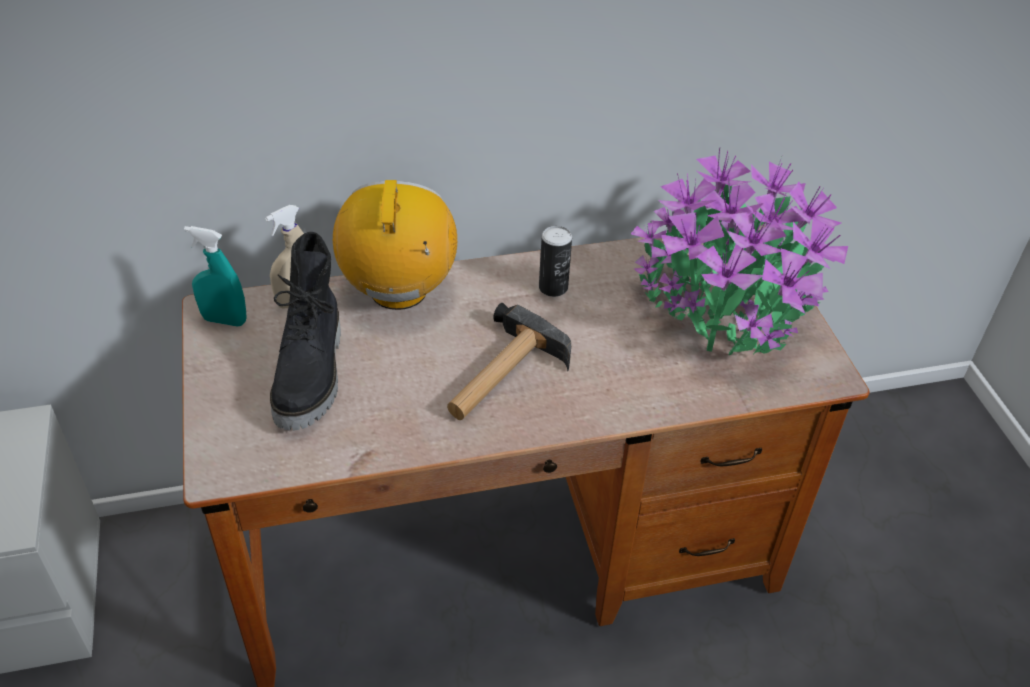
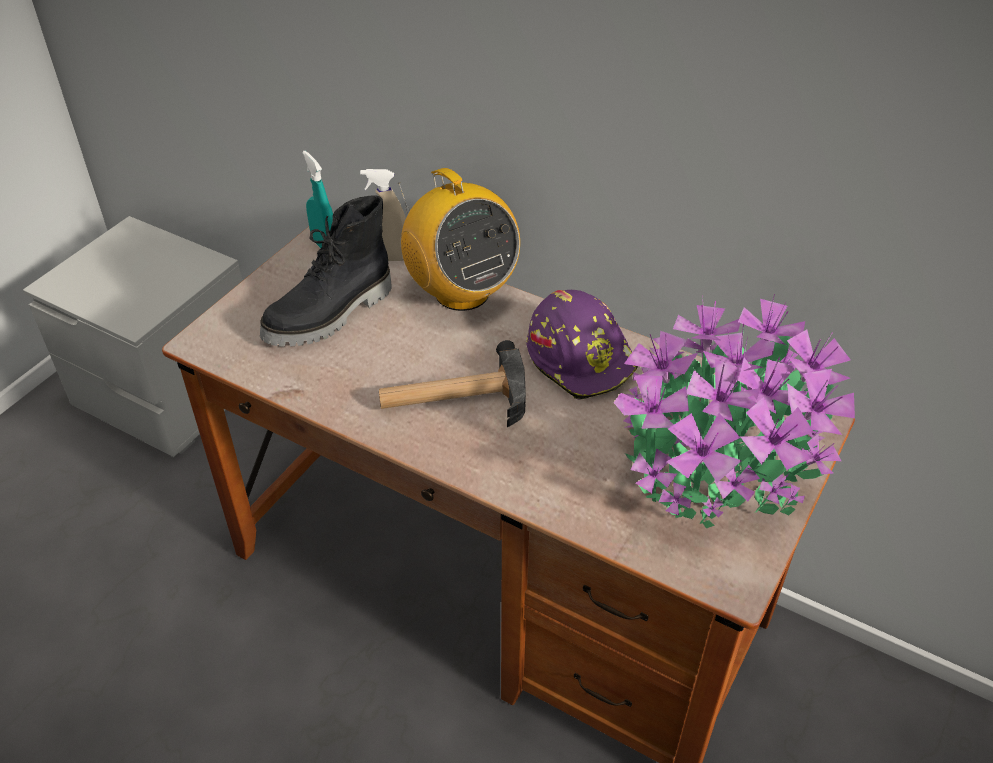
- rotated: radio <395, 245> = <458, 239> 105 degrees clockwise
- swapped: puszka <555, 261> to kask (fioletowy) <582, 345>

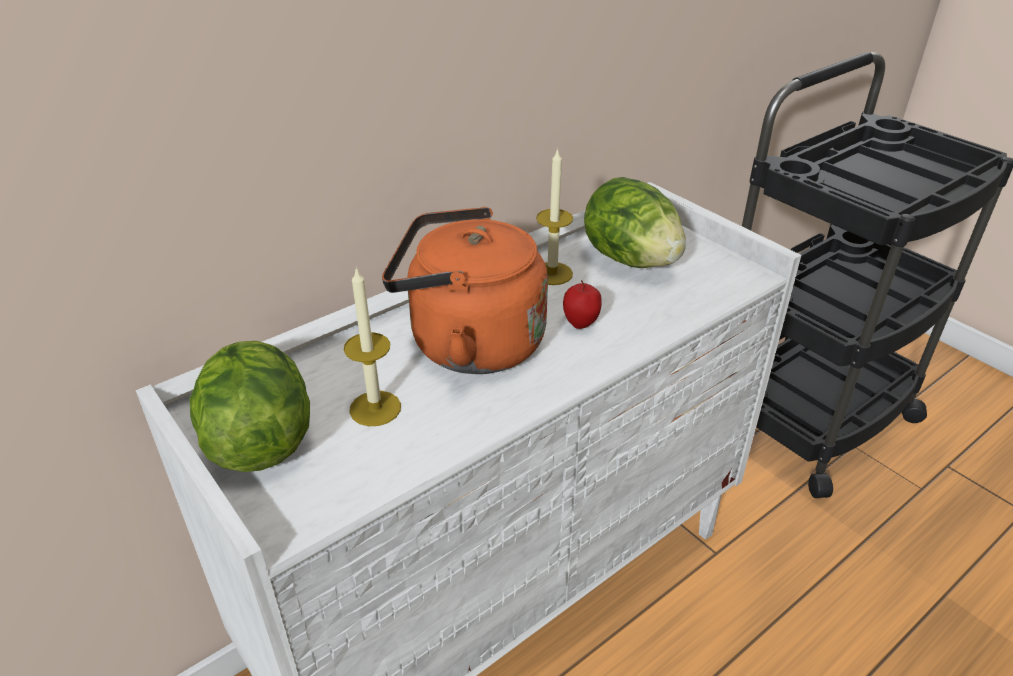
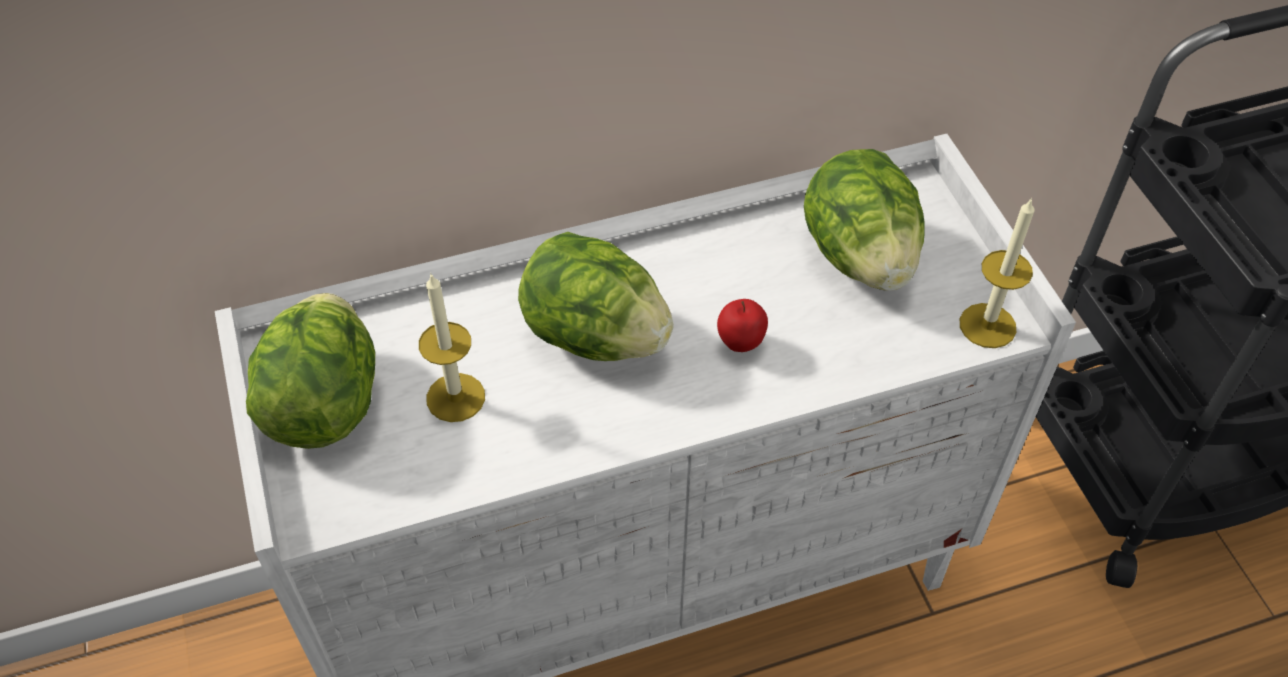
- shifted: świeca <554, 216> to <997, 273>
- swapped: czajnik (pomarańczowy) <465, 290> to sałata <596, 296>

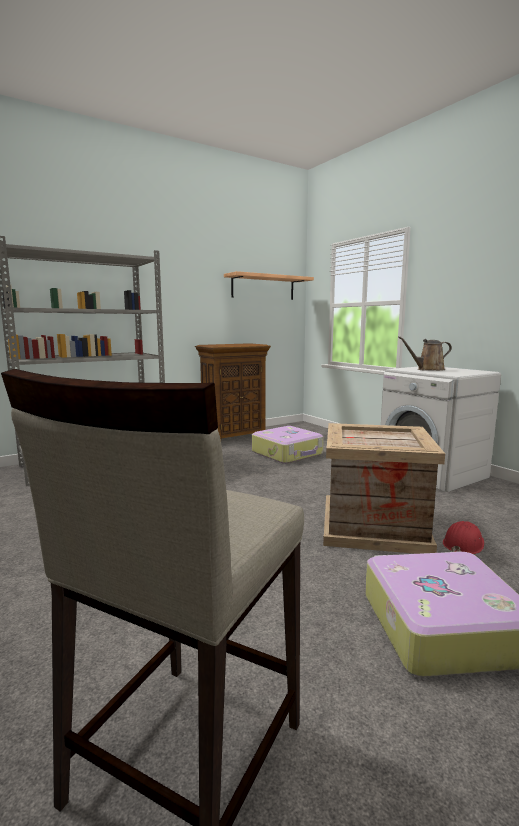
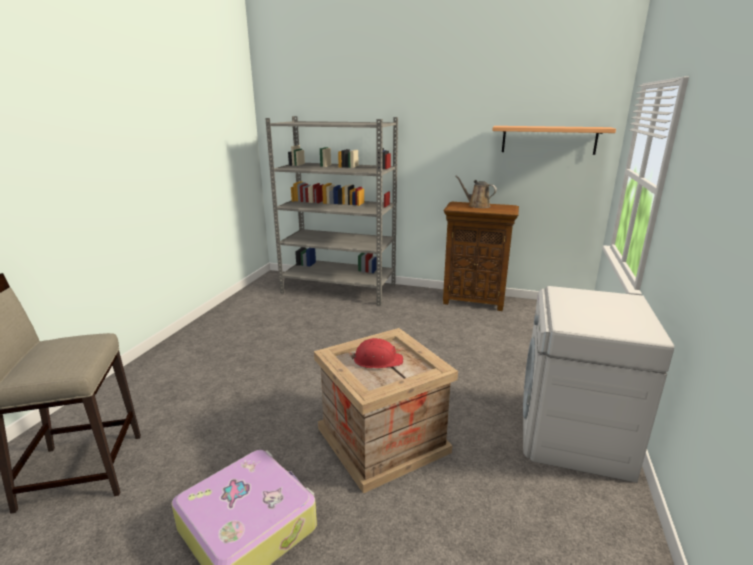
- shifted: konewka (brązowy) <425, 353> to <476, 192>
- gone: walizka <288, 445>
- shifted: kask (czerwony) <463, 537> to <376, 353>

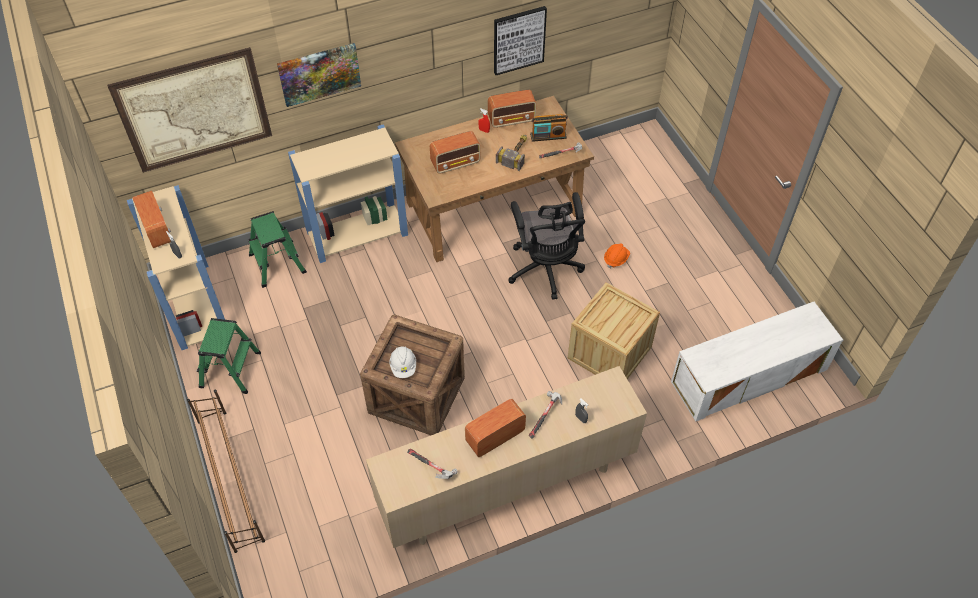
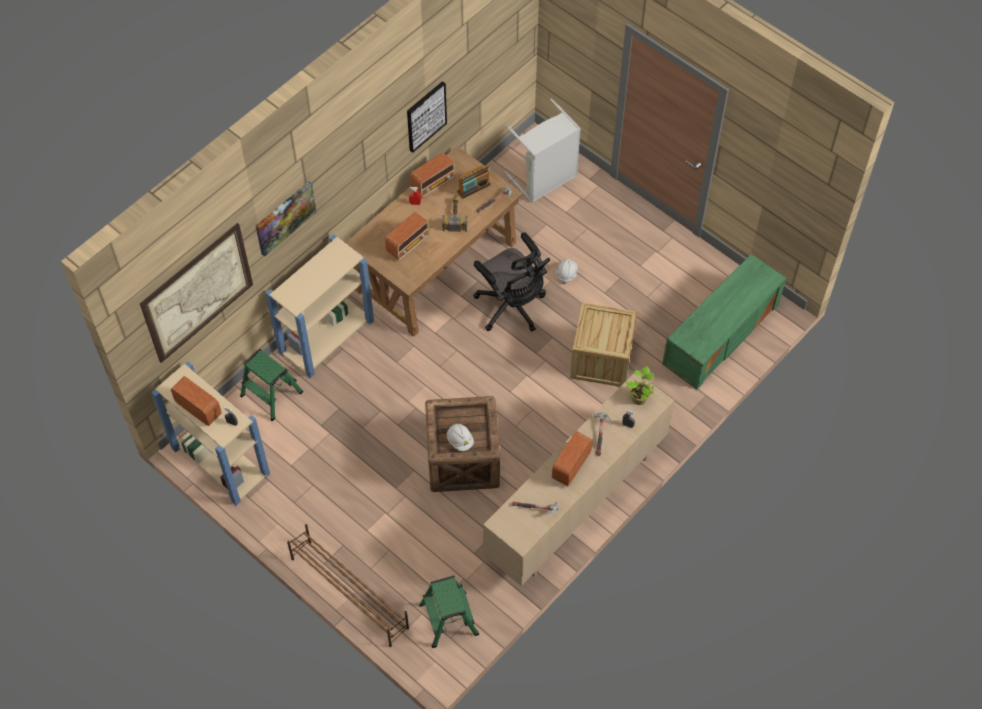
- repainted: kask (pomarańczowy) <617, 256> to kask (biały) <567, 271>
- repainted: ławka (biały) <757, 362> to ławka (zielony) <724, 322>
- shifted: drabinka (zielony) <229, 356> to <449, 612>
- new: kosz na pranie (szary) <543, 151>
- new: roślina doniczkowa <640, 385>

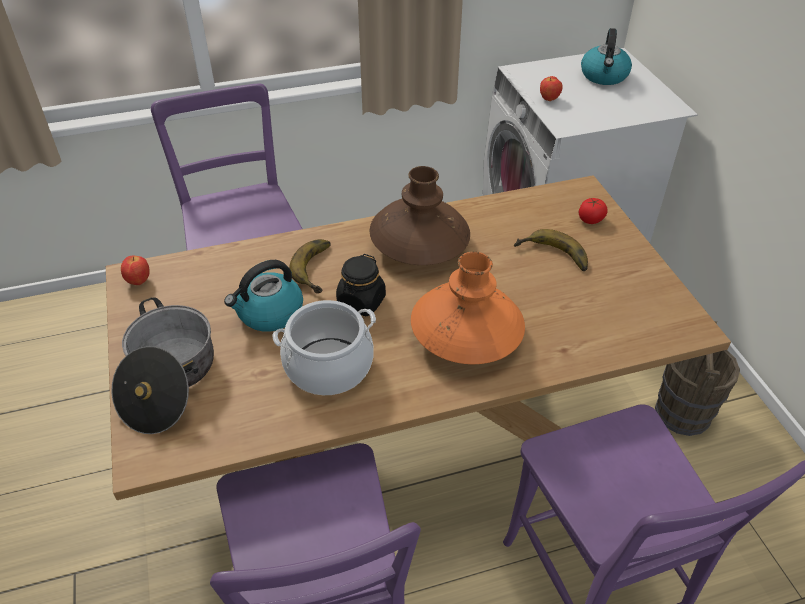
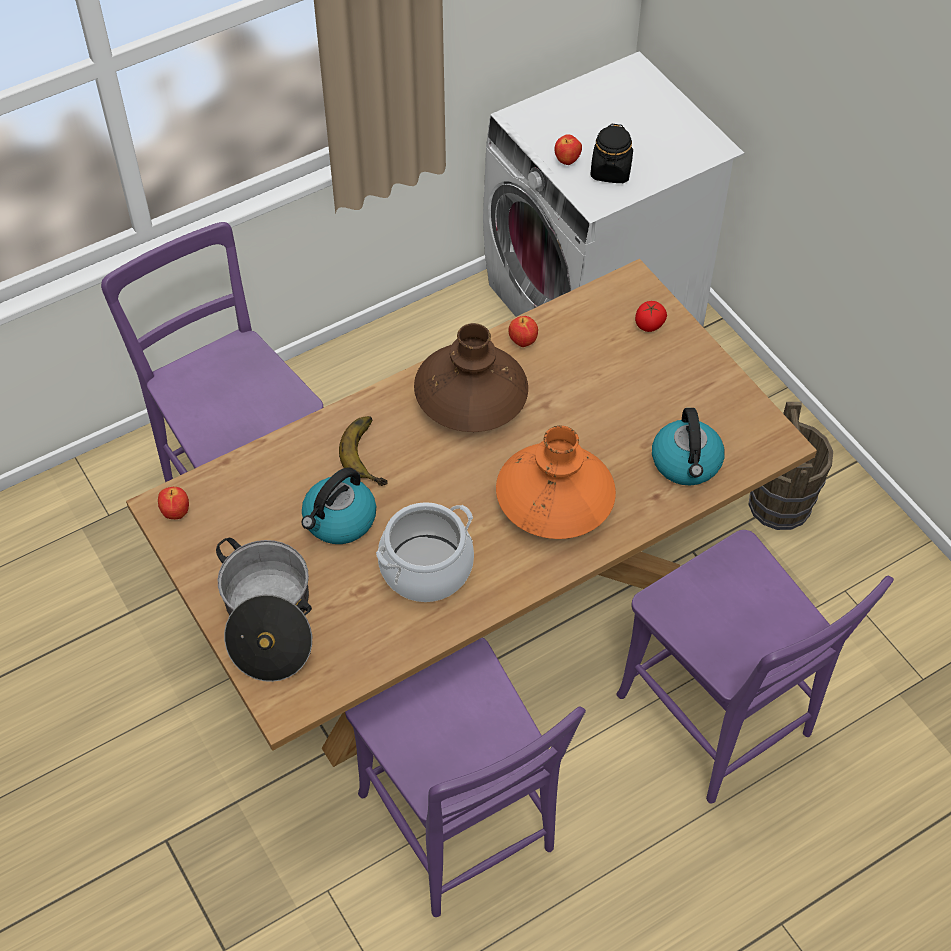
- shifted: czajnik <606, 56> to <688, 447>
- gone: banan <551, 250>
- shifted: słoik (czarny) <361, 285> to <612, 153>
- new: jabłko <523, 331>

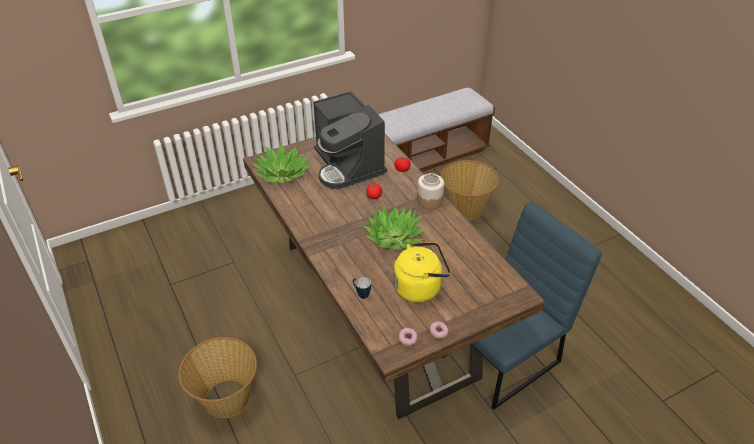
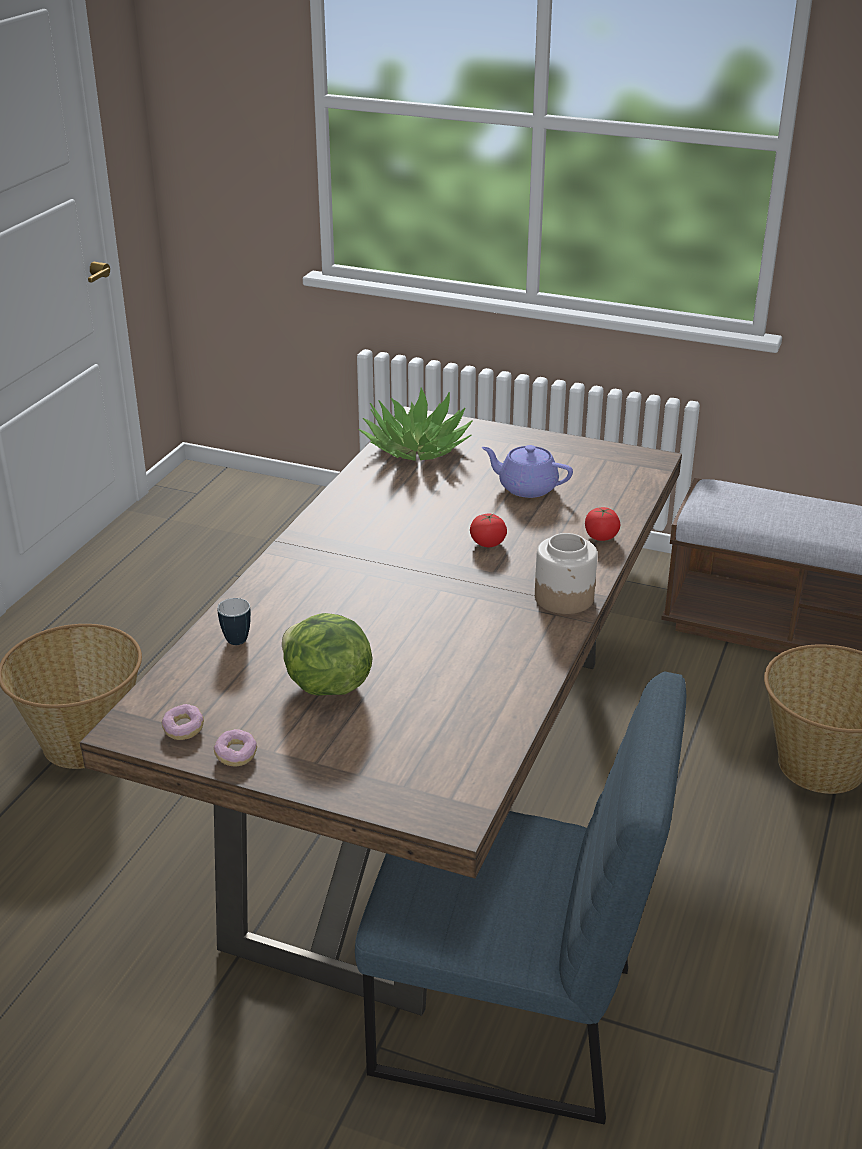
- swapped: ekspres do kawy <350, 140> to imbryk (fioletowy) <527, 471>
- gone: roślina doniczkowa <395, 227>
- swapped: czajnik (żółty) <422, 272> to sałata <327, 654>

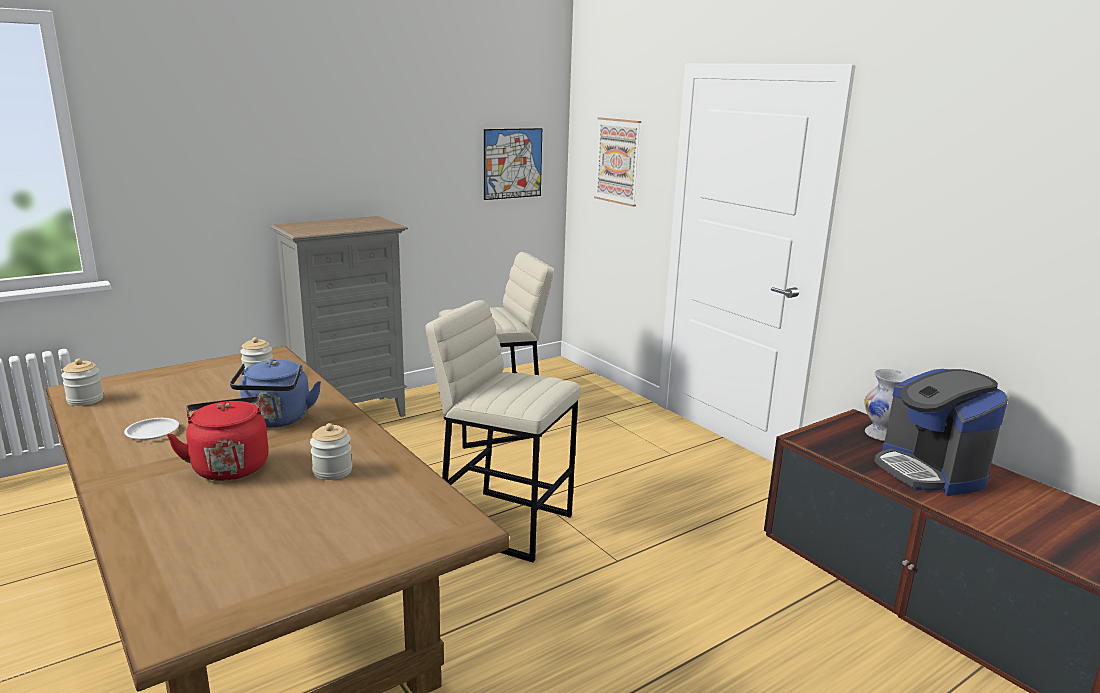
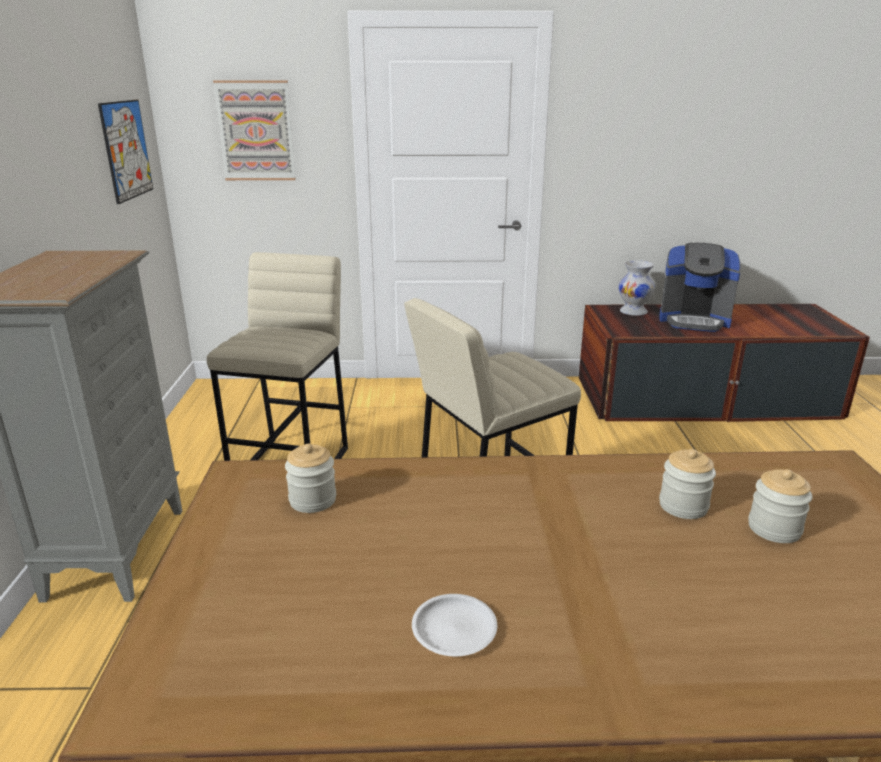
- shifted: słoik <82, 382> to <780, 506>
- gone: czajnik (niebieski) <275, 393>
- gone: czajnik (czerwony) <218, 438>

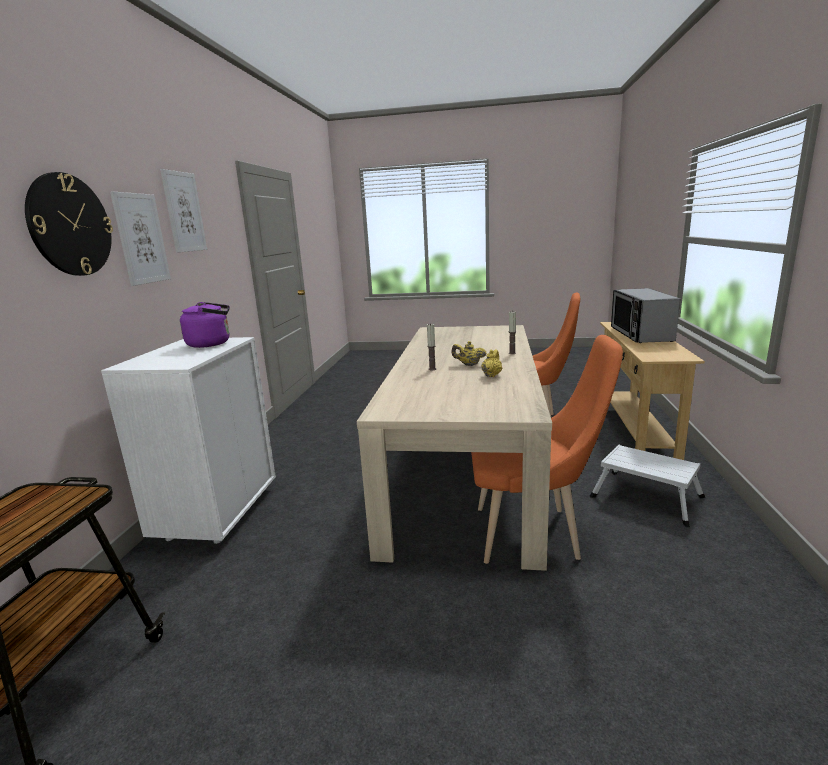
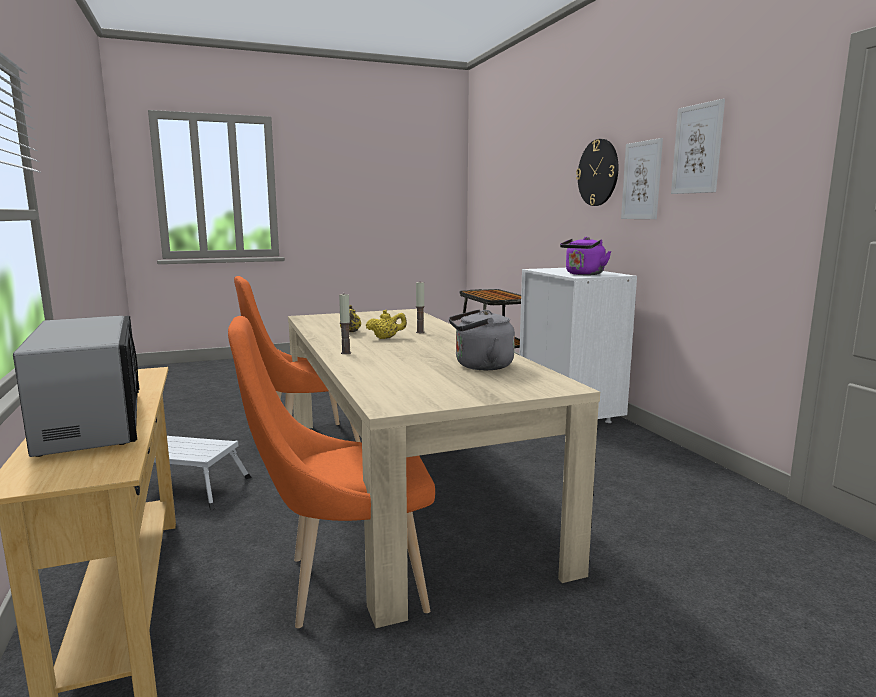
- new: czajnik (szary) <482, 339>

